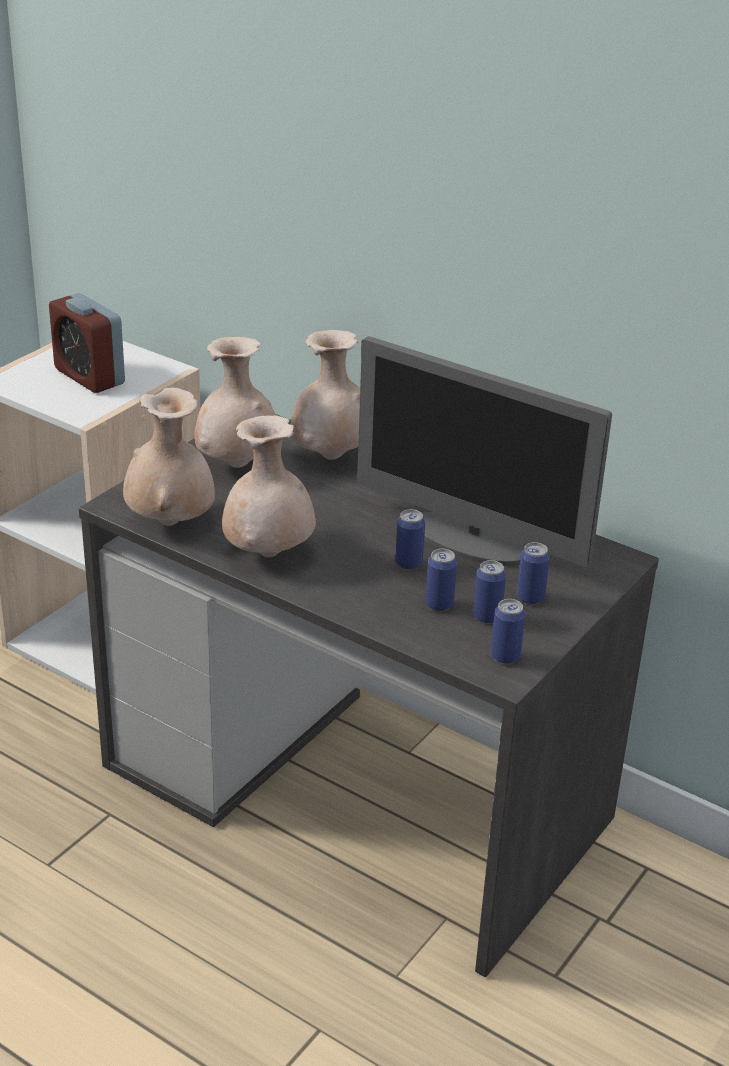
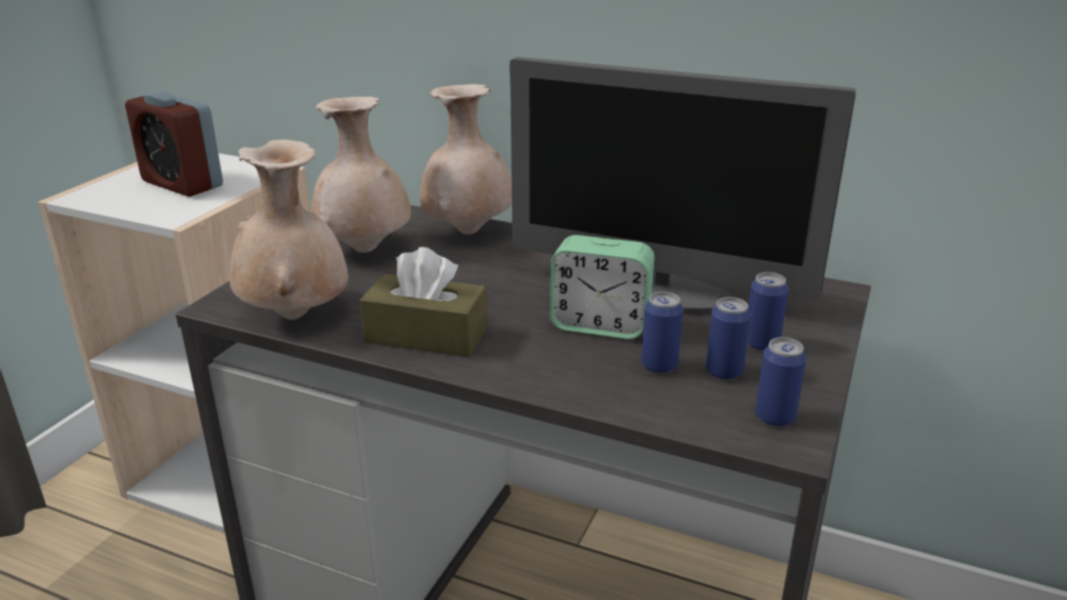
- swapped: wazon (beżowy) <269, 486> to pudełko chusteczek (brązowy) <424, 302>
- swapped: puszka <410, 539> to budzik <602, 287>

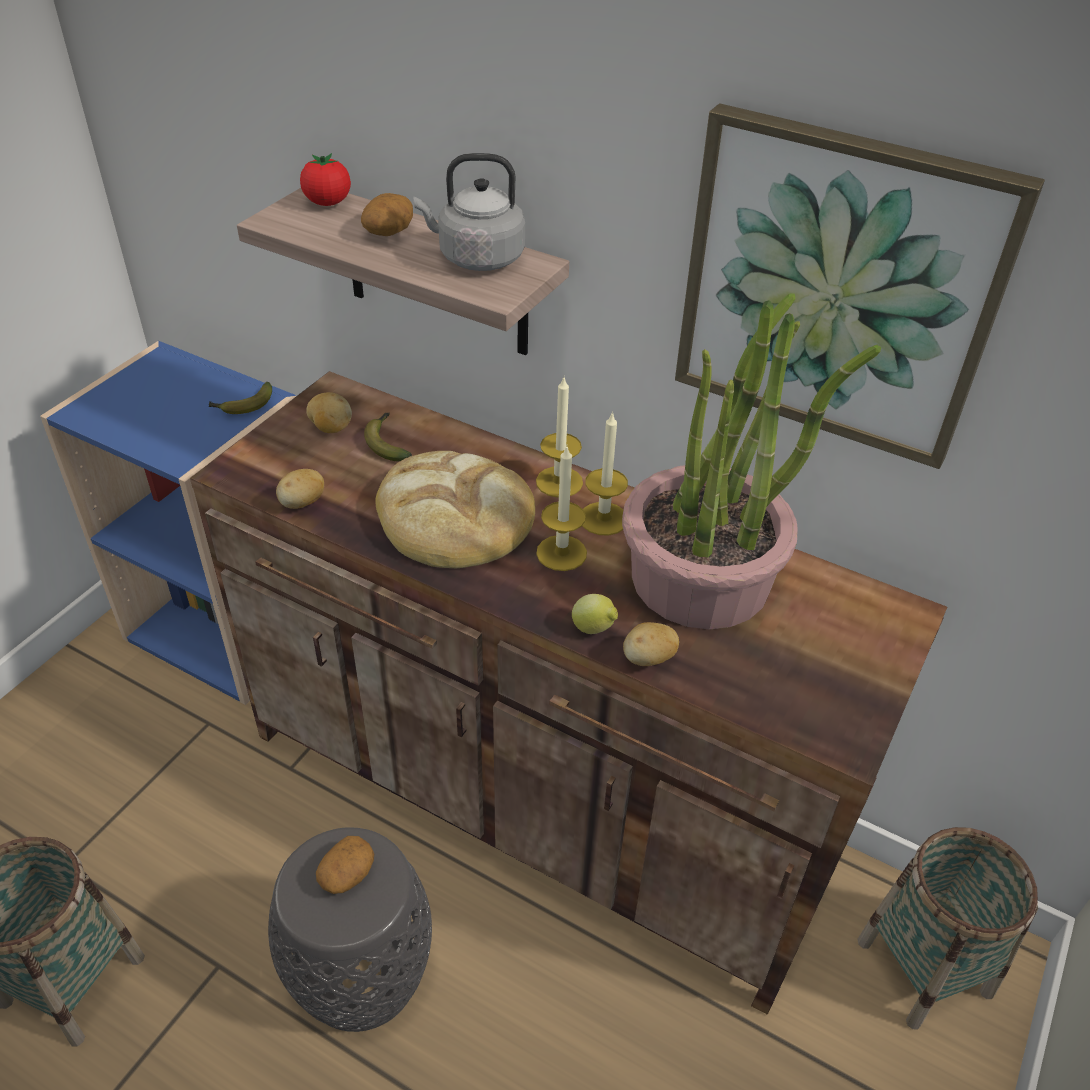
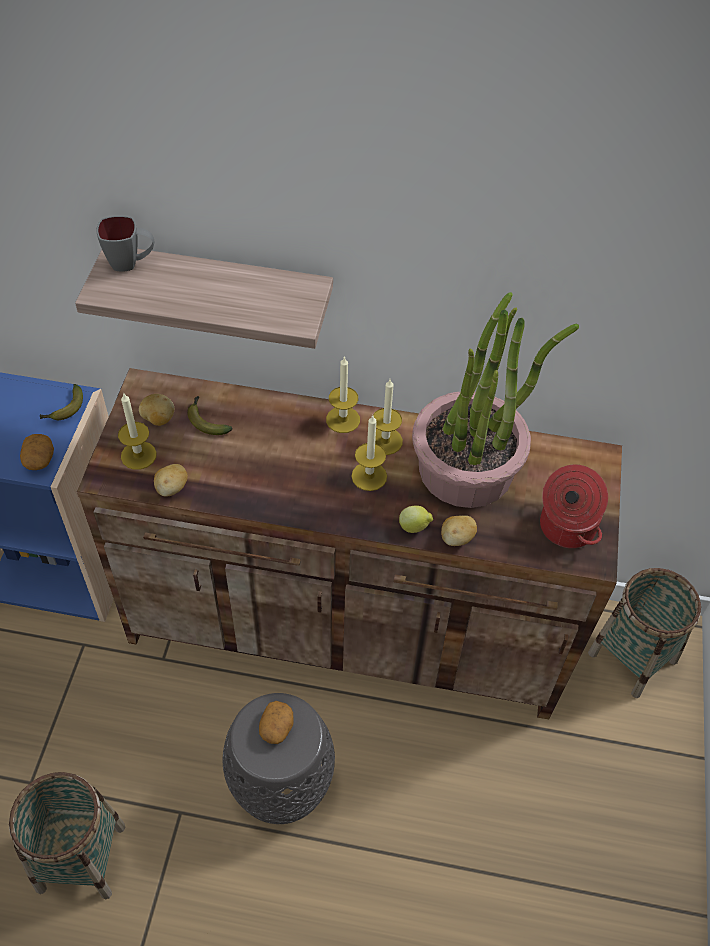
- gone: obraz <860, 286>
- swapped: pomidor <325, 179> to kubek (szary) <125, 244>
- gone: czajnik (szary) <469, 212>
- shifted: ziemniak <387, 214> to <37, 452>
- gone: chleb <455, 509>
- new: świeca <137, 431>
- new: garnek <574, 506>

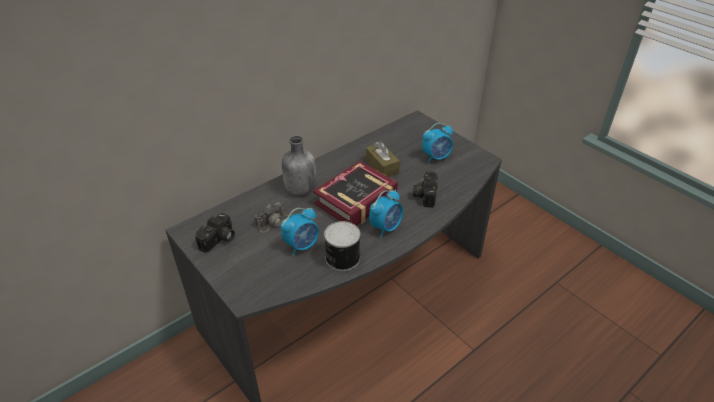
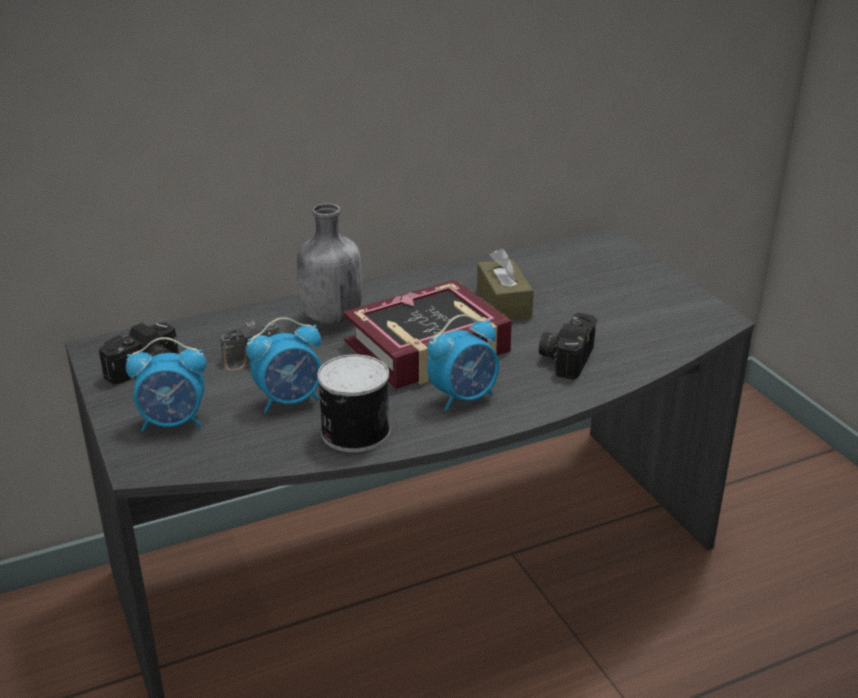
- shifted: budzik <437, 143> to <166, 384>

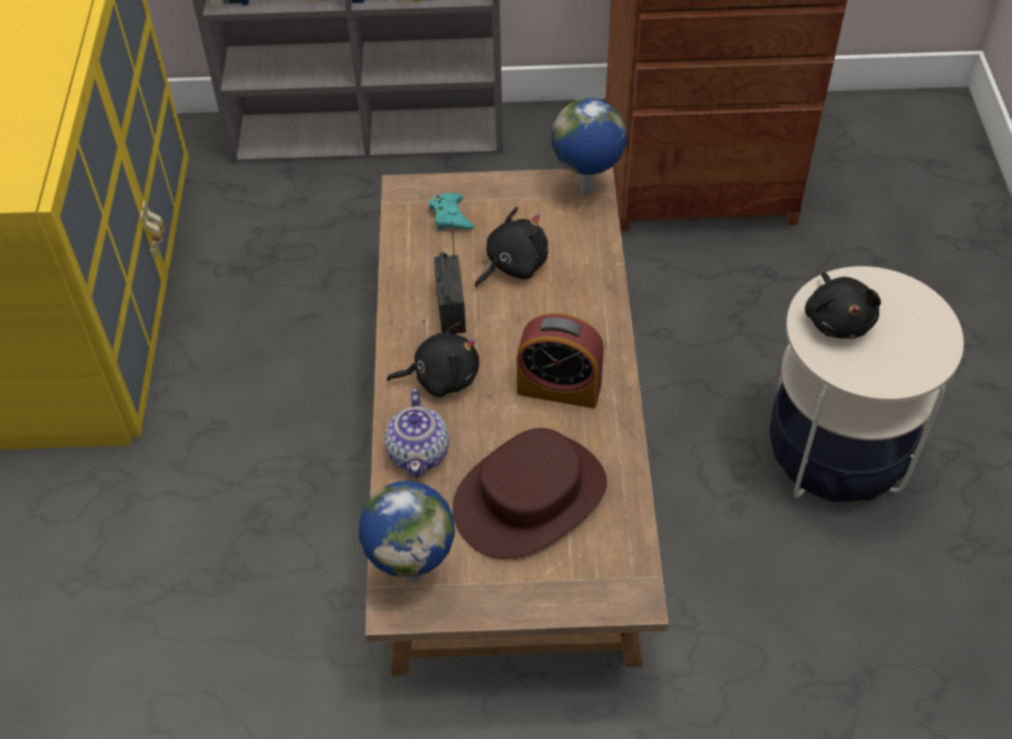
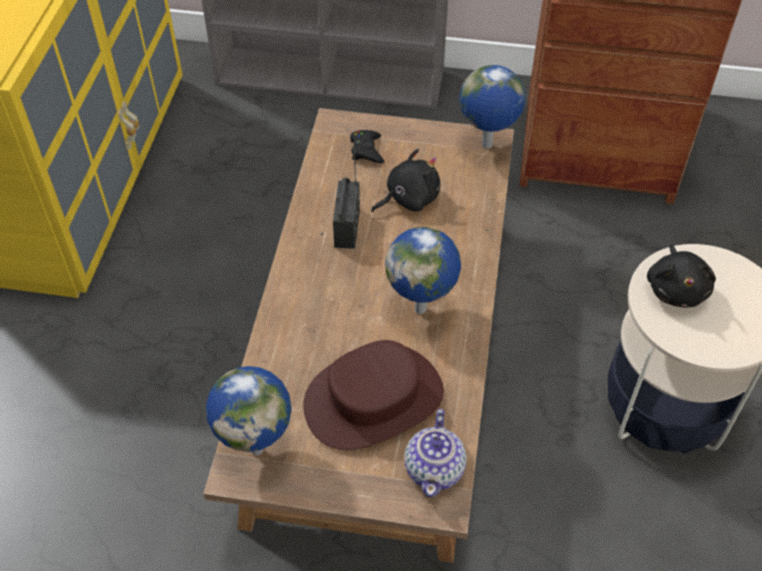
- repainted: pad do gier (turkusowy) <451, 211> to pad do gier (czarny) <367, 146>
- swapped: budzik <560, 360> to globus <423, 270>
- gone: pluszak (czarny) <433, 359>
- shifted: imbryk <417, 433> to <435, 453>

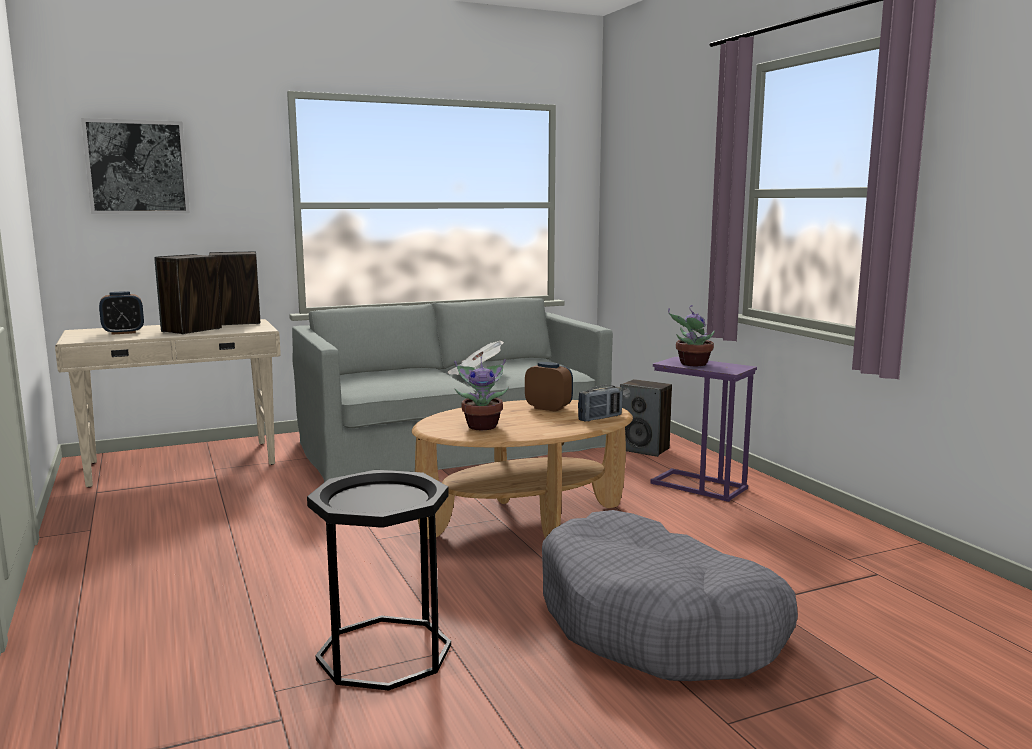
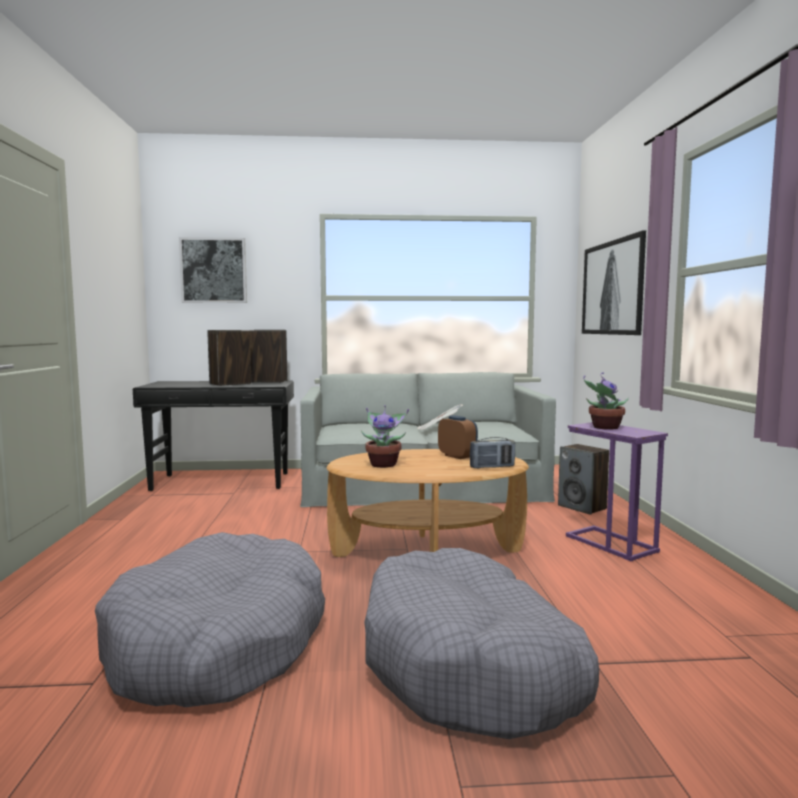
- gone: budzik <121, 313>
- repainted: stolik konsolowy (beżowy) <168, 403> to stolik konsolowy (czarny) <213, 436>
- swapped: stolik (czarny) <379, 580> to legowisko (szary) <210, 619>
- new: obraz <614, 282>

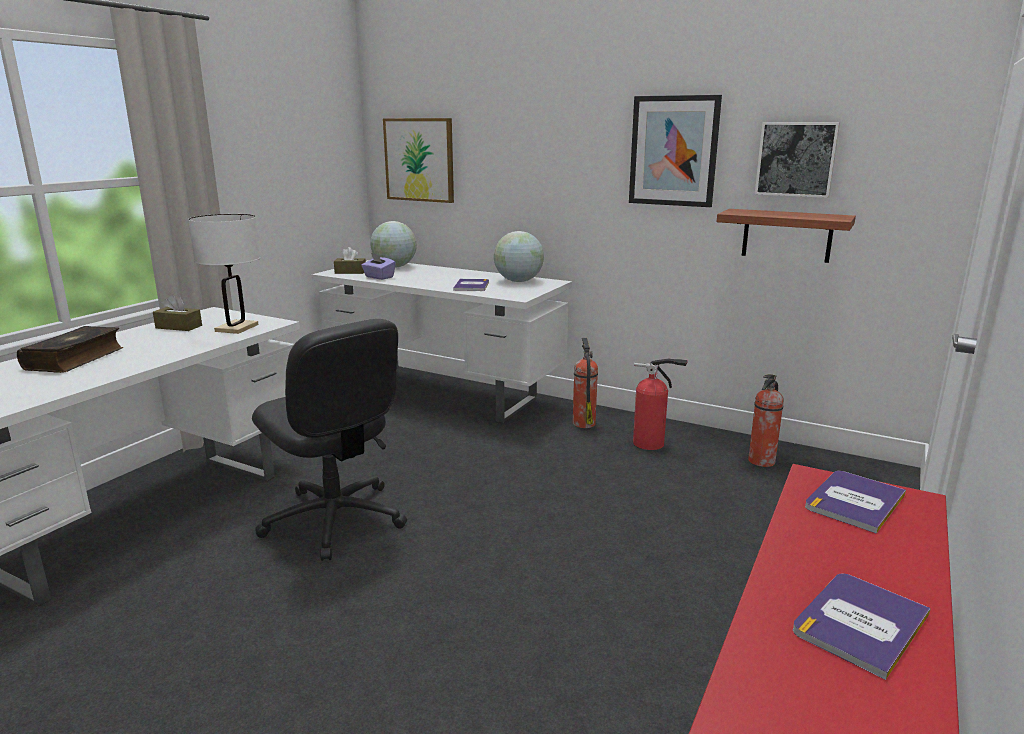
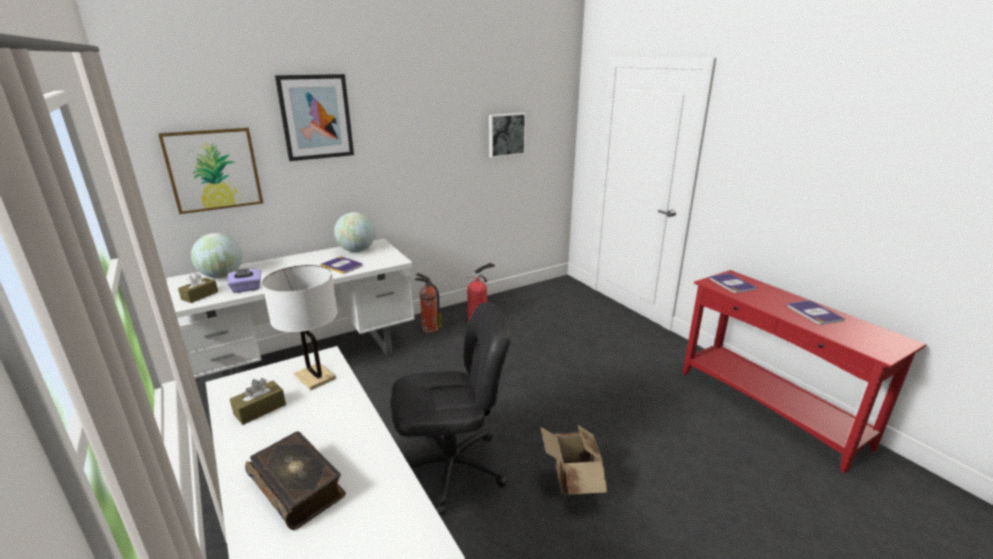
- shifted: obraz <675, 151> to <314, 117>
- gone: półka <786, 236>
- gone: gaśnica <766, 420>
- new: karton <573, 459>

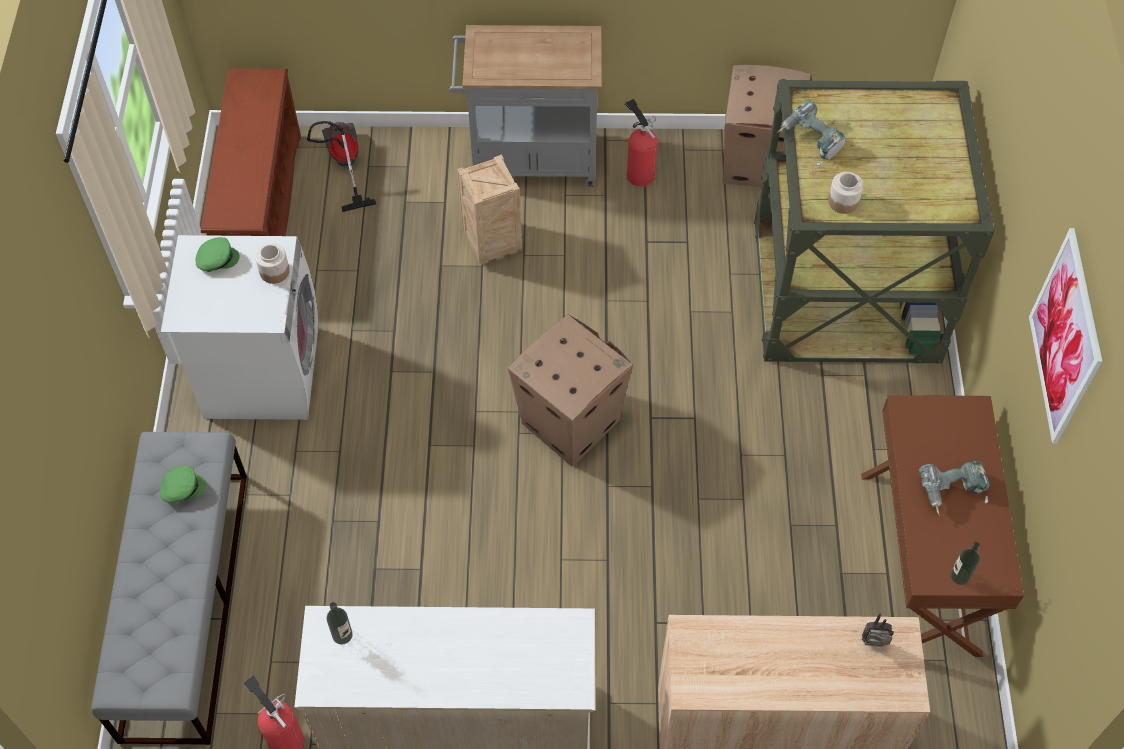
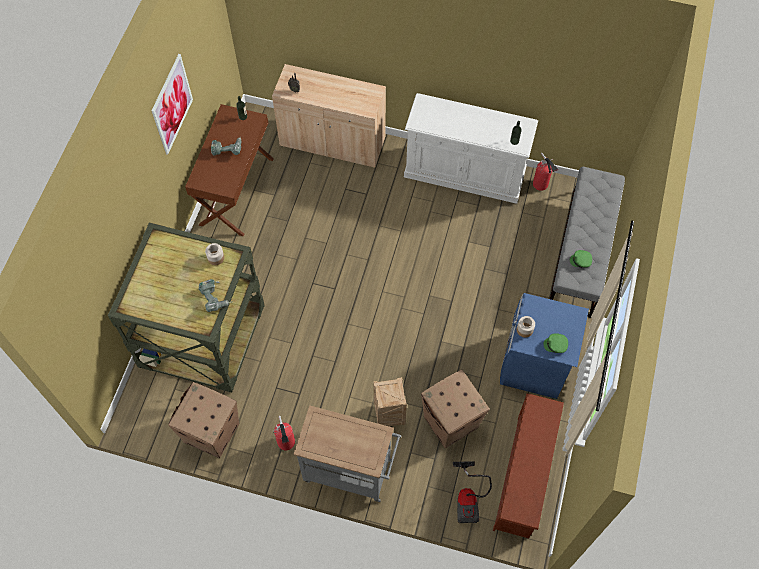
- repainted: pralka (biały) <239, 327> to pralka (niebieski) <544, 346>
- shifted: karton <570, 390> to <455, 408>

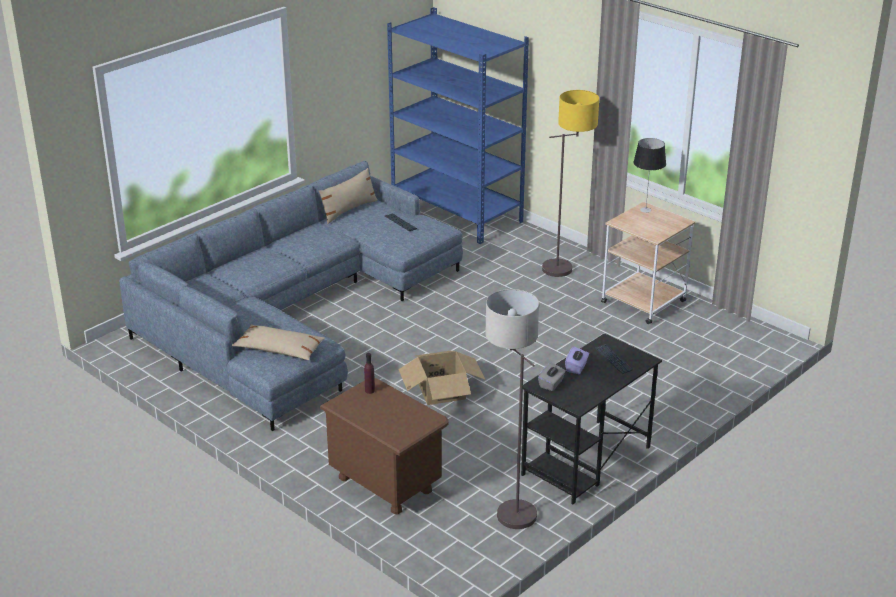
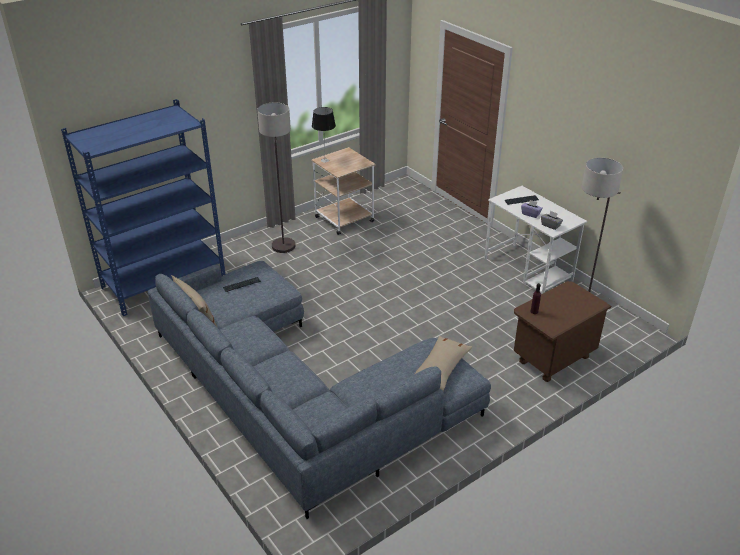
- repainted: lampa stojąca (żółty) <570, 183> to lampa stojąca (szary) <276, 178>
- repainted: biurko (czarny) <591, 418> to biurko (biały) <535, 240>
- gone: karton <442, 378>

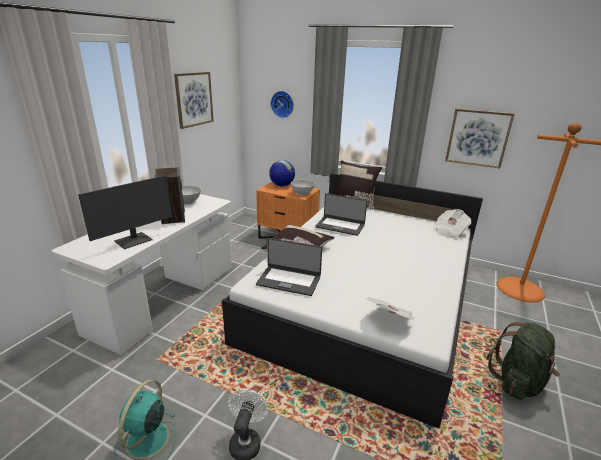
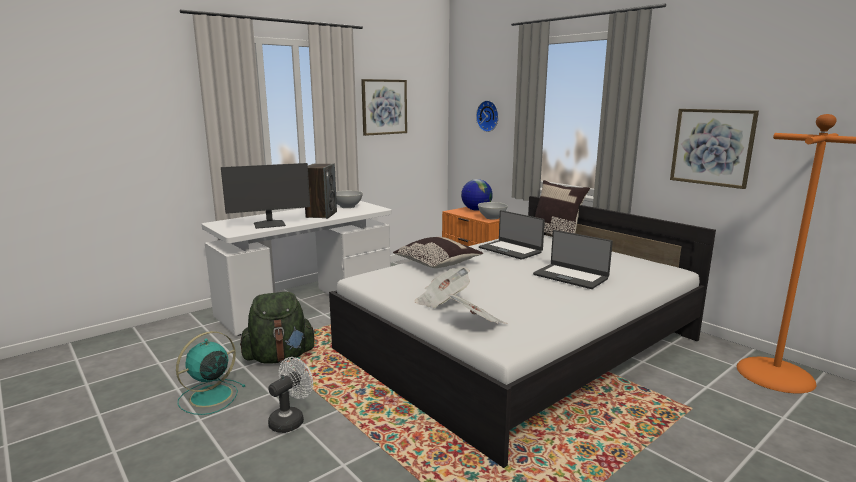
- shifted: gazeta <454, 223> to <442, 287>
- shifted: laptop <289, 267> to <573, 259>
- shifted: plecak (zielony) <523, 361> to <278, 328>

